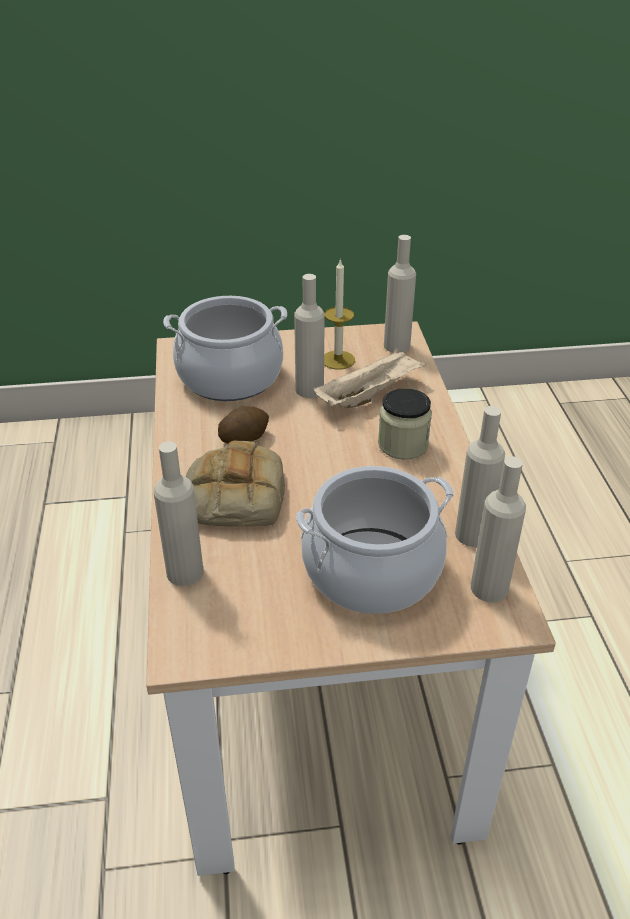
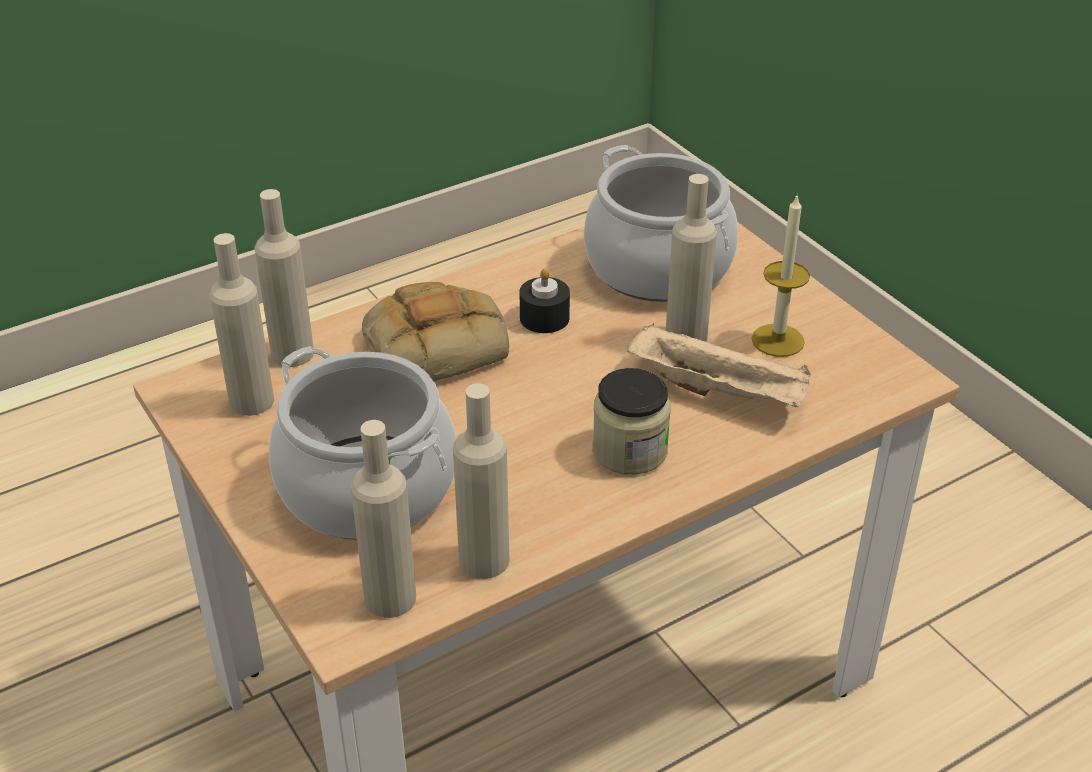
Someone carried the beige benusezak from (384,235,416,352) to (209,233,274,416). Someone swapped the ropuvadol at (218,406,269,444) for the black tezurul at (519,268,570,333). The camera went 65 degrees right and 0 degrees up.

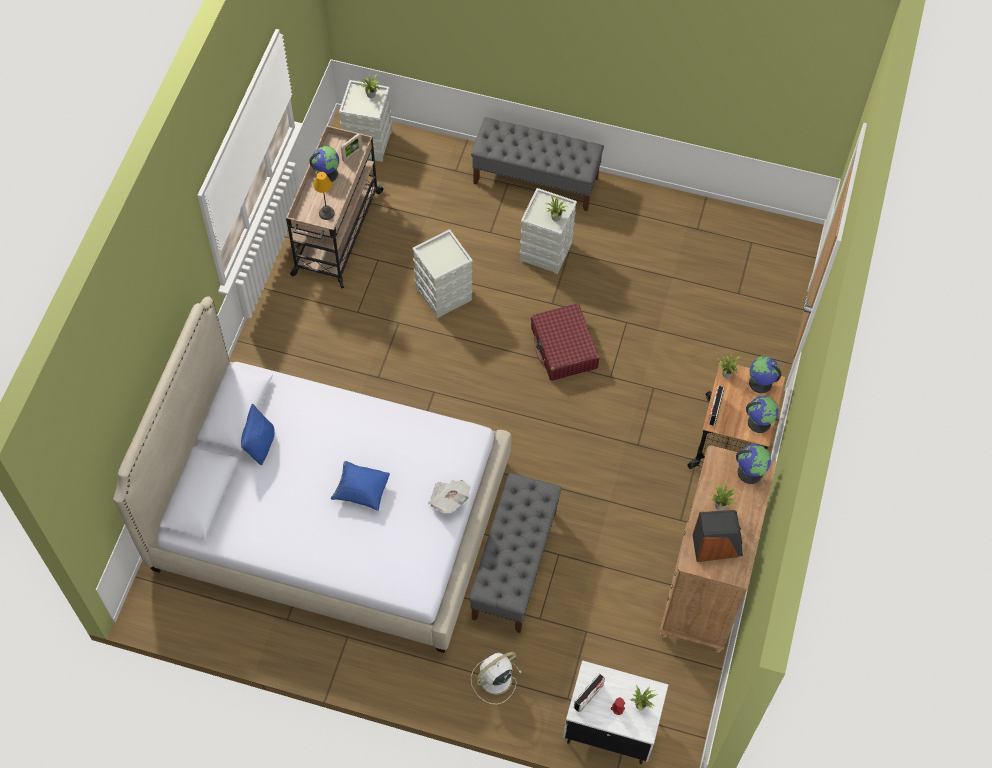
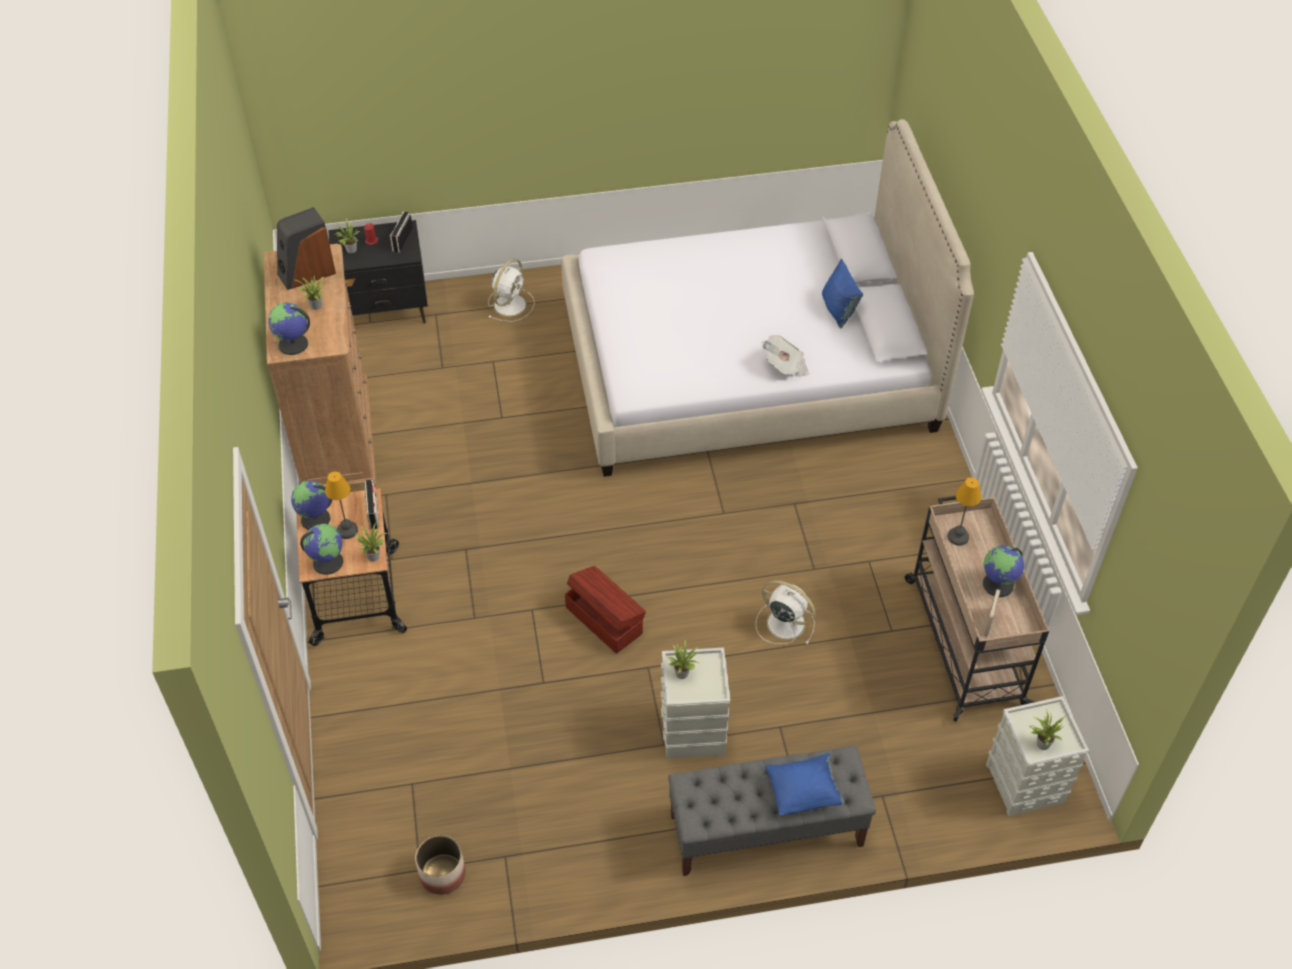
Someone swapped the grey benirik at (412,229,473,318) for the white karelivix at (755,580,815,644). Someone swapped the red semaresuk at (531,304,600,381) for the brown benirik at (565,566,646,654). Someone carried the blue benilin from (331,461,390,511) to (765,753,844,816). Someone took away the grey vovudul at (469,473,562,633). Someone carried the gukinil from (428,480,471,513) to (762,335,809,376). Someone repainted the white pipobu at (563,660,668,765), which became the black pipobu at (328,220,428,323). Someone put down the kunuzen at (325,472,358,539). Someone put down the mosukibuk at (415,835,466,895). The camera went 155 degrees right and 10 degrees down.

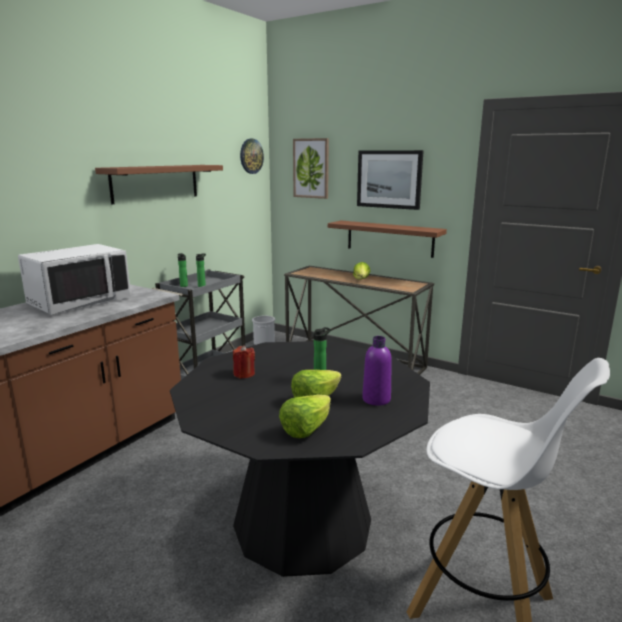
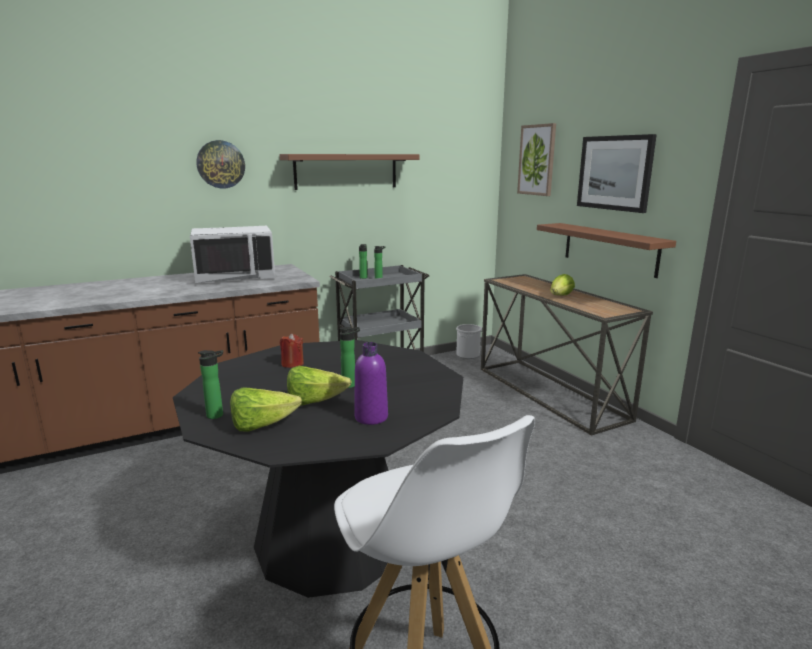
Someone carried the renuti from (240,139,264,174) to (196,140,245,189). Someone put down the benusezak at (198,350,223,419). The camera went 30 degrees right and 0 degrees up.

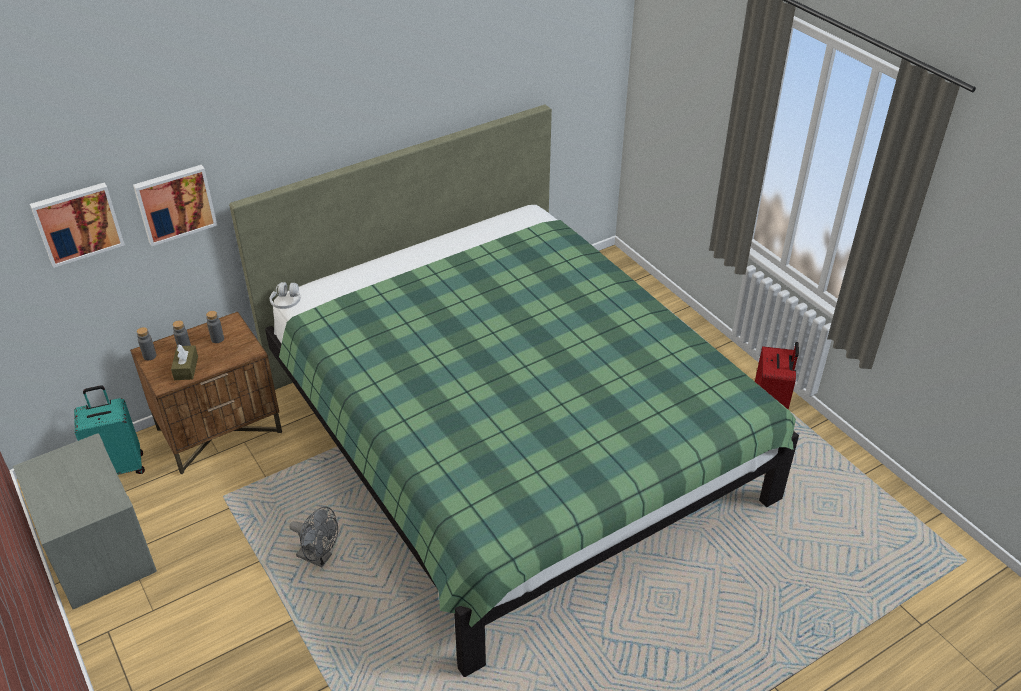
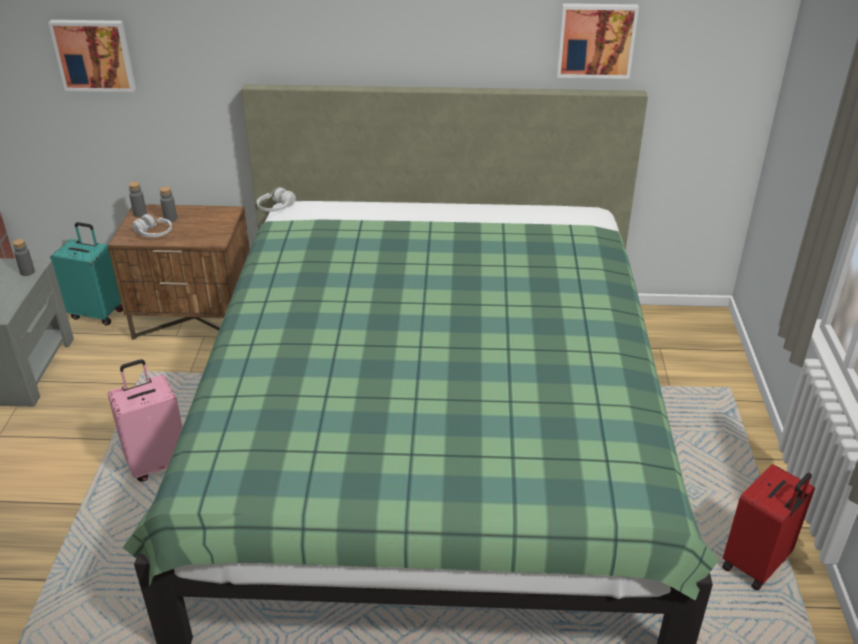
Someone carried the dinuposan from (133,165,217,246) to (557,3,639,79). Someone carried the grey benusezak from (206,311,224,343) to (13,239,35,276). Someone swapped the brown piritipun at (171,345,198,380) for the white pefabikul at (132,214,172,237). Someone swapped the grey karelivix at (289,507,338,568) for the pink semaresuk at (108,359,183,481). The camera went 35 degrees right and 5 degrees down.

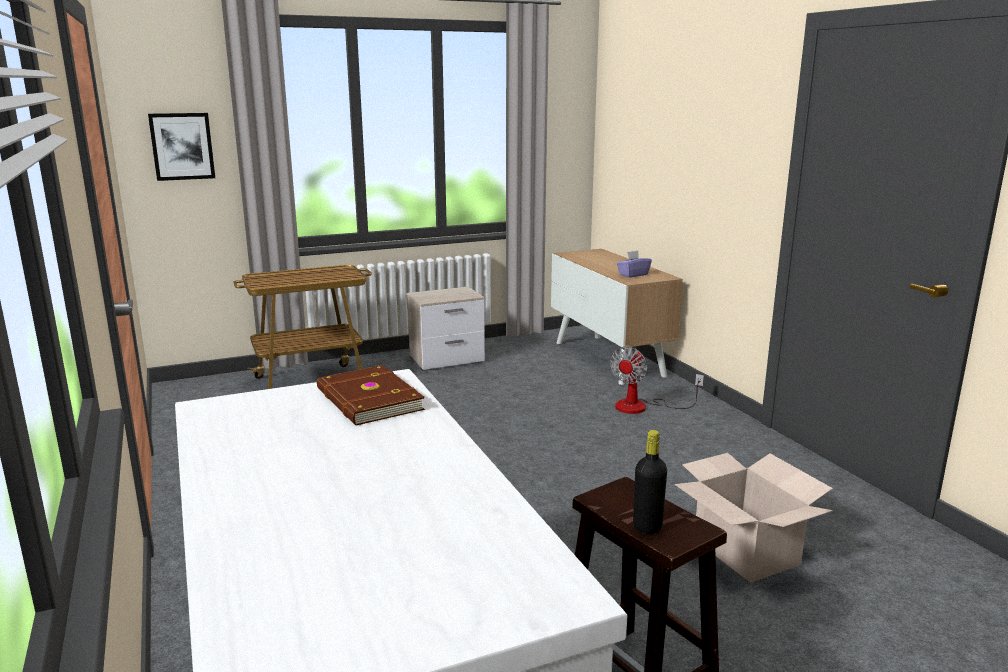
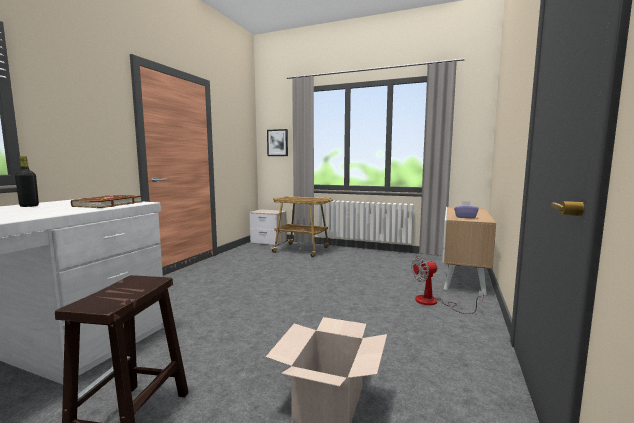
Someone carried the pipobu from (407,287,485,371) to (249,209,287,246). Someone carried the black benusezak from (633,430,667,534) to (15,156,39,207). The camera went 45 degrees right and 10 degrees down.

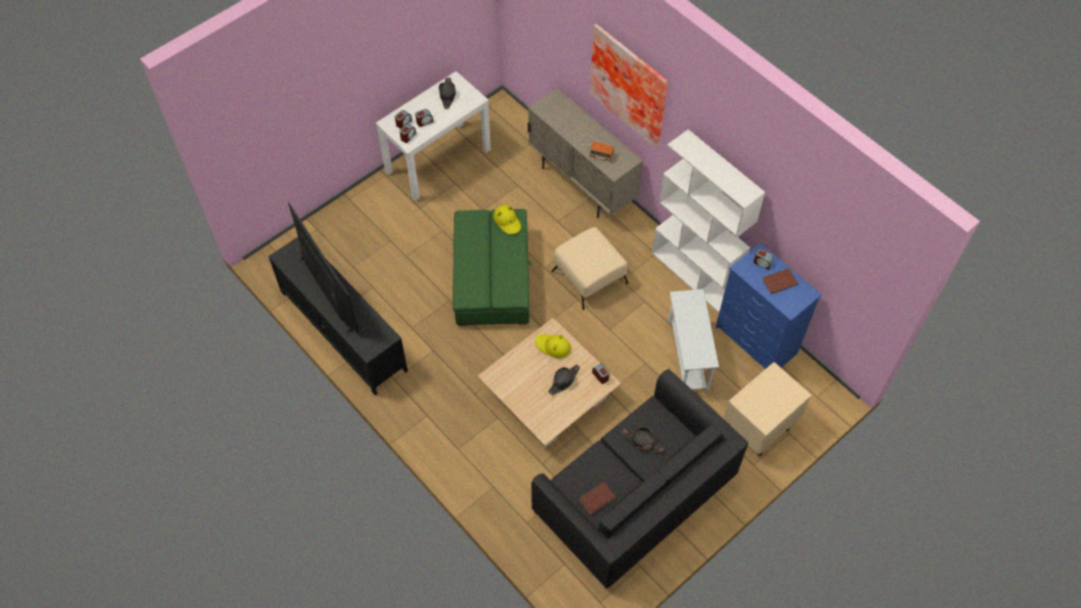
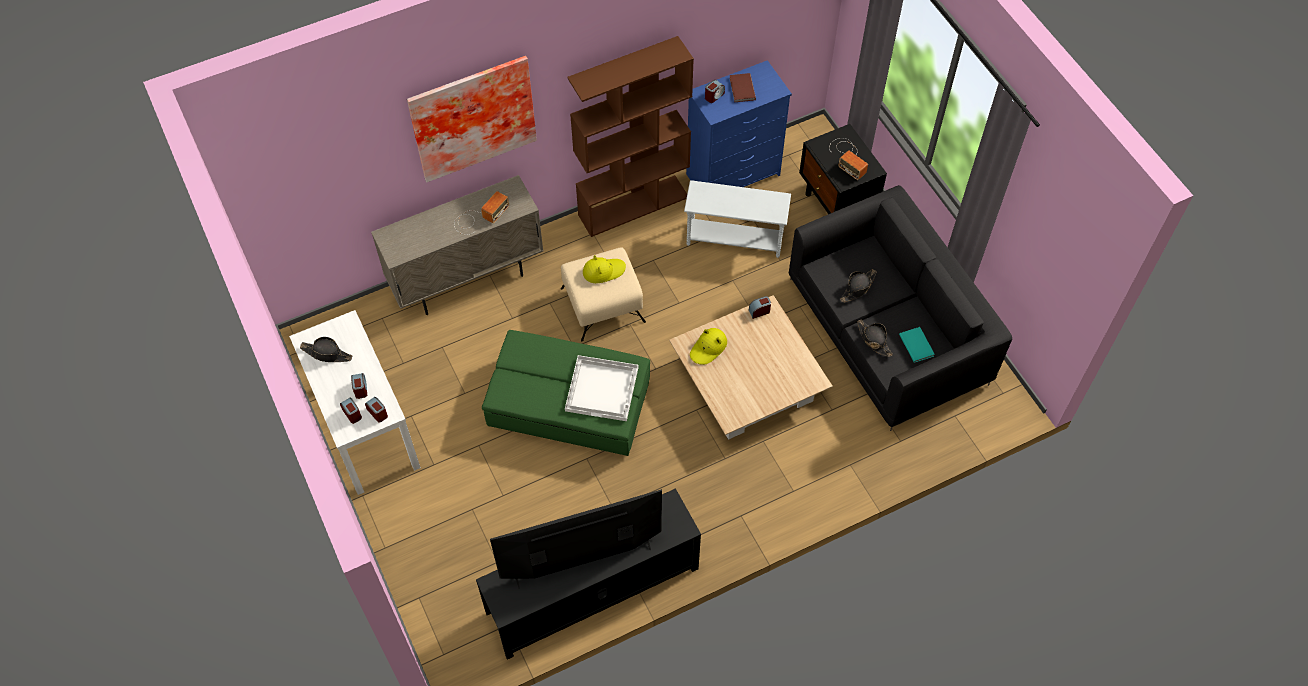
Someone repainted the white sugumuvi at (652,129,765,313), which became the brown sugumuvi at (567,36,694,237). Someone carried the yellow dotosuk from (493,205,521,234) to (583,255,626,283). Someone repainted the beige pipobu at (723,362,812,456), which became the black pipobu at (799,124,887,214). Someone carried the black dotosuk from (548,364,580,395) to (857,319,893,357). Someone repainted the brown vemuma at (579,482,616,515), which became the turquoise vemuma at (899,327,935,363). Someone put down the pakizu at (829,138,868,180). Someone put down the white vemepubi at (565,355,638,421). The camera went 75 degrees left and 0 degrees up.

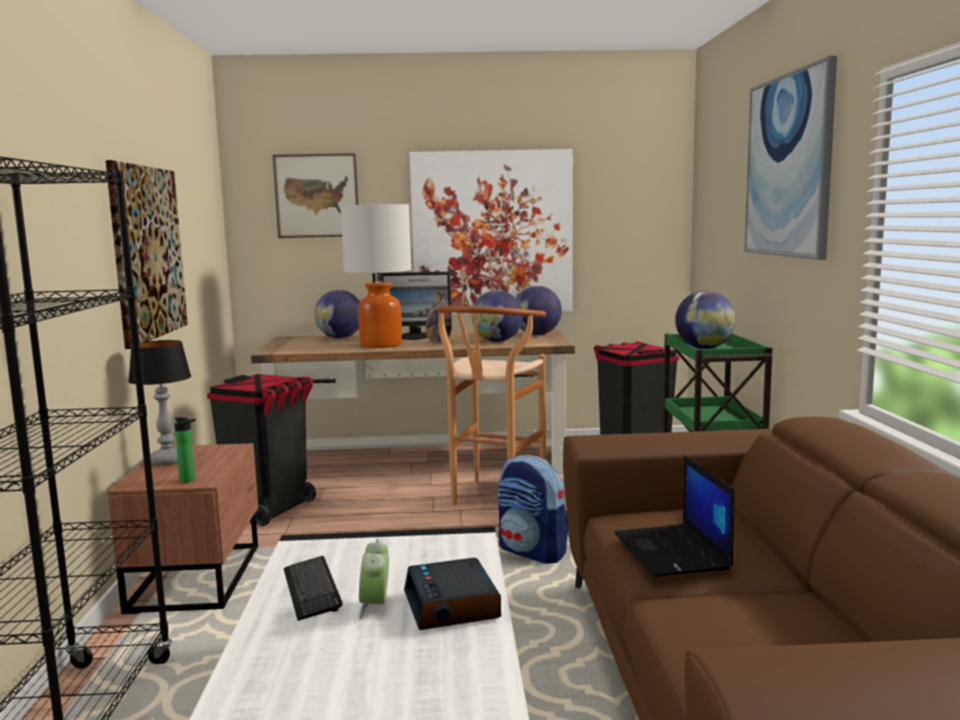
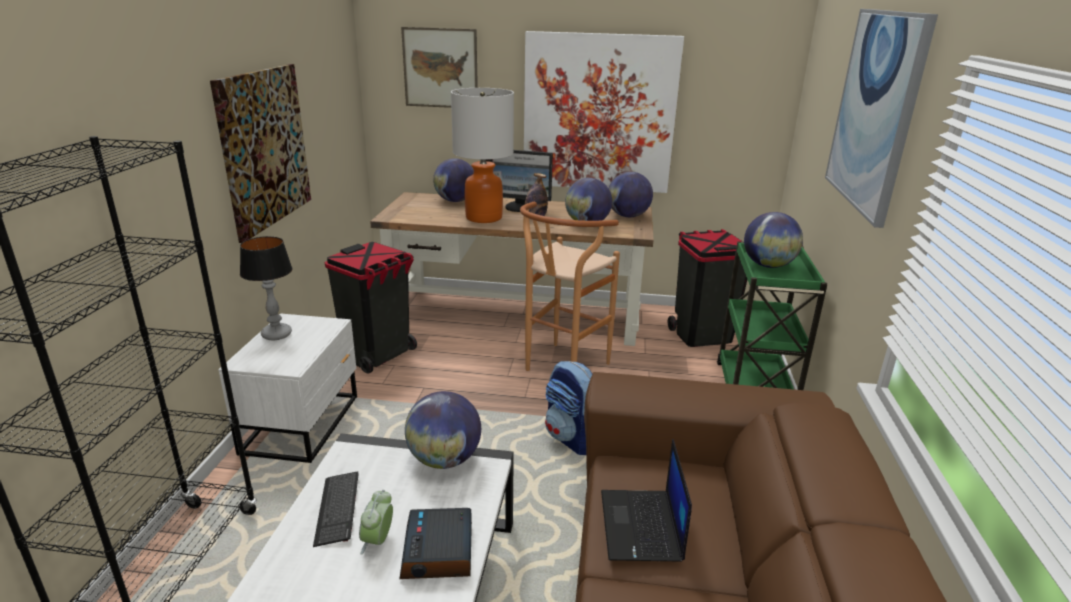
Someone took away the benusezak at (174,417,196,483). Someone repainted the brown pipobu at (108,443,258,614), which became the white pipobu at (218,313,357,463). Someone put down the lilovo at (405,391,481,469). The camera went 10 degrees right and 15 degrees up.

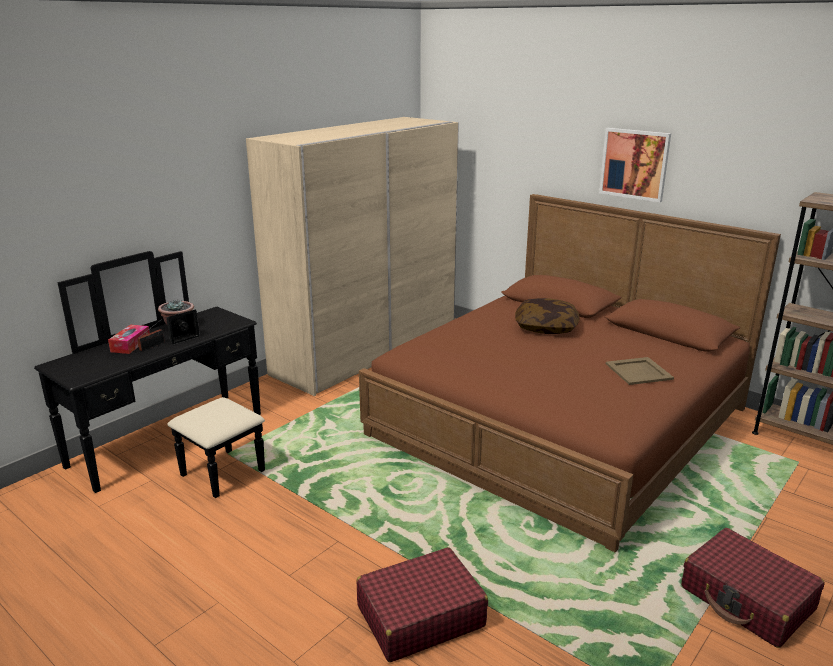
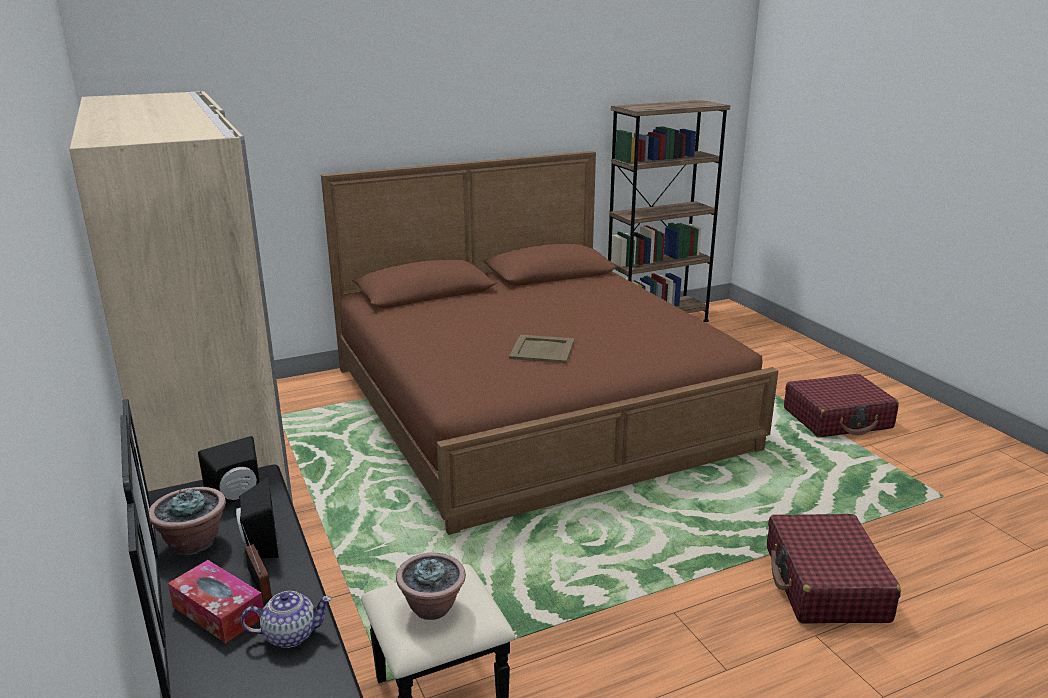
Someone took away the dinuposan at (599,128,671,202). Someone took away the benilin at (515,298,579,334). Someone carried the beige vemepubi from (606,357,674,385) to (509,334,575,363). Someone put down the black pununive at (198,436,260,505). Someone put down the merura at (396,553,466,620). Someone put down the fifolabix at (241,591,332,648). The camera went 65 degrees left and 0 degrees up.

